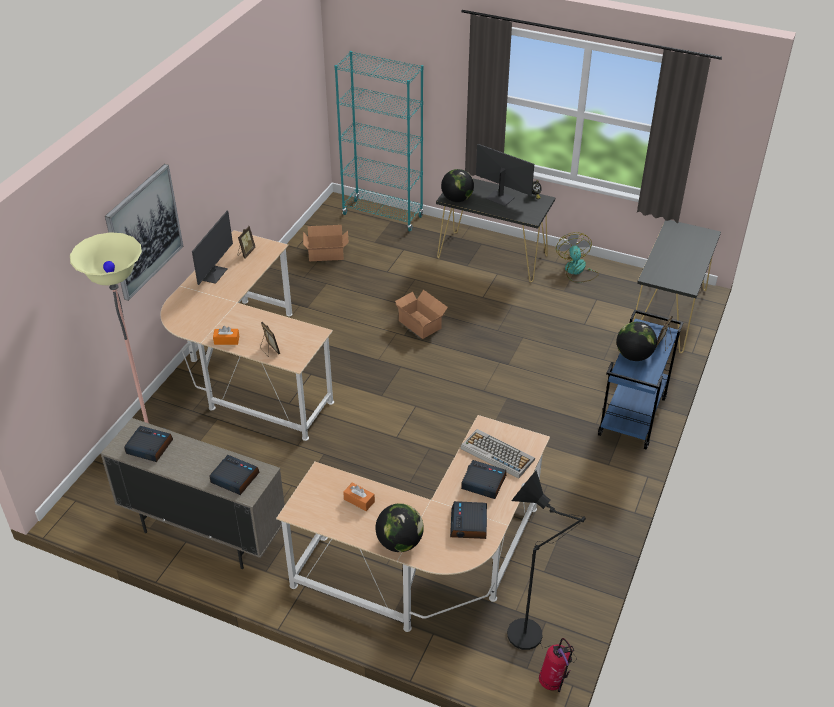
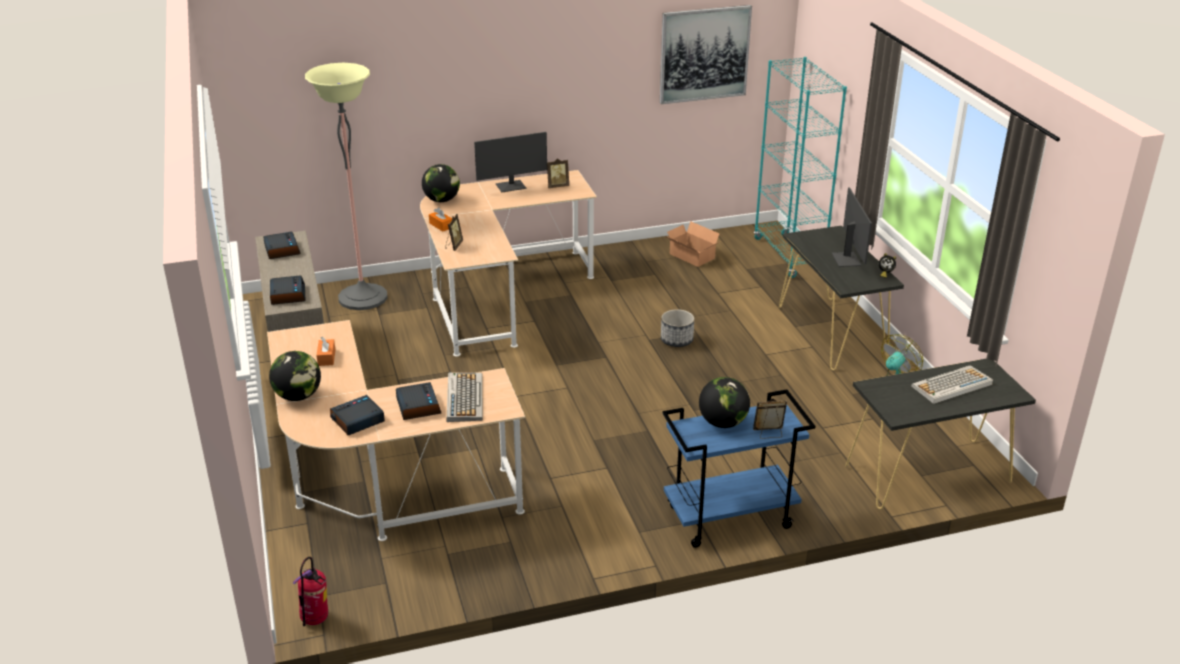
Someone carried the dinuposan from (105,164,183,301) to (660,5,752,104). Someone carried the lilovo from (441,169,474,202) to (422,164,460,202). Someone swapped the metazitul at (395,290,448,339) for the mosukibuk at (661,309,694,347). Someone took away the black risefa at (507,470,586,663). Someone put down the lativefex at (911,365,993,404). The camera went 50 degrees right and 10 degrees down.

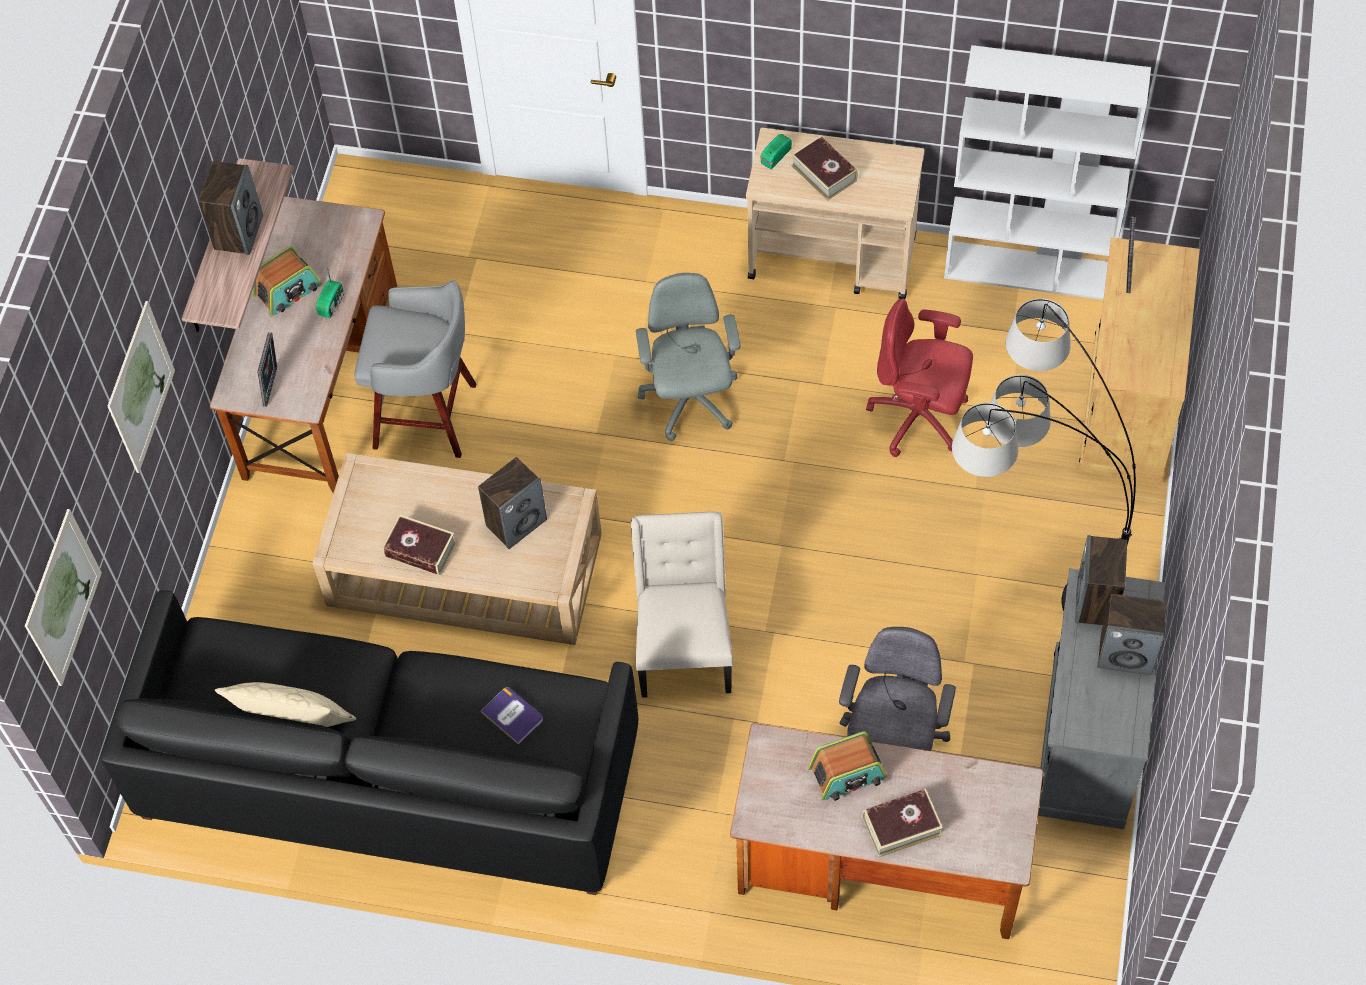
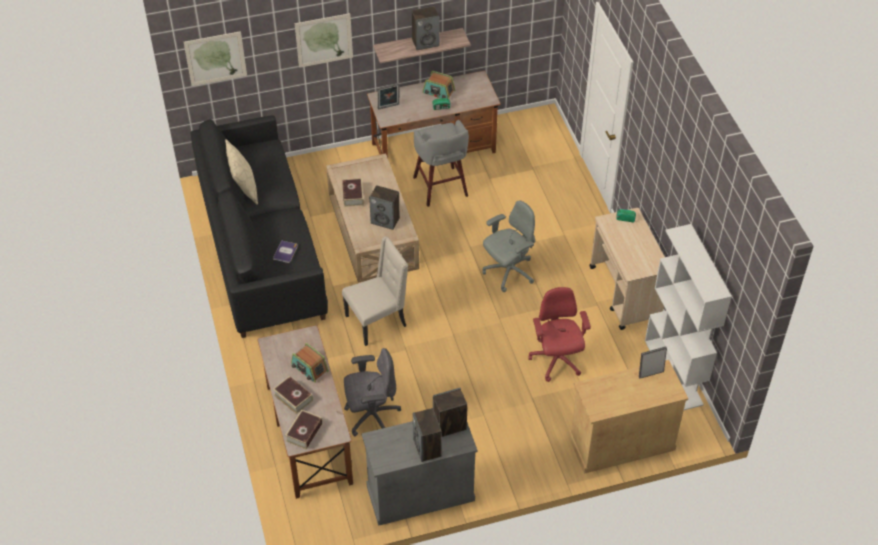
Someone carried the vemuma from (791,135,858,201) to (285,410,323,449). Someone took away the risefa at (952,298,1136,611). The camera went 60 degrees right and 10 degrees down.

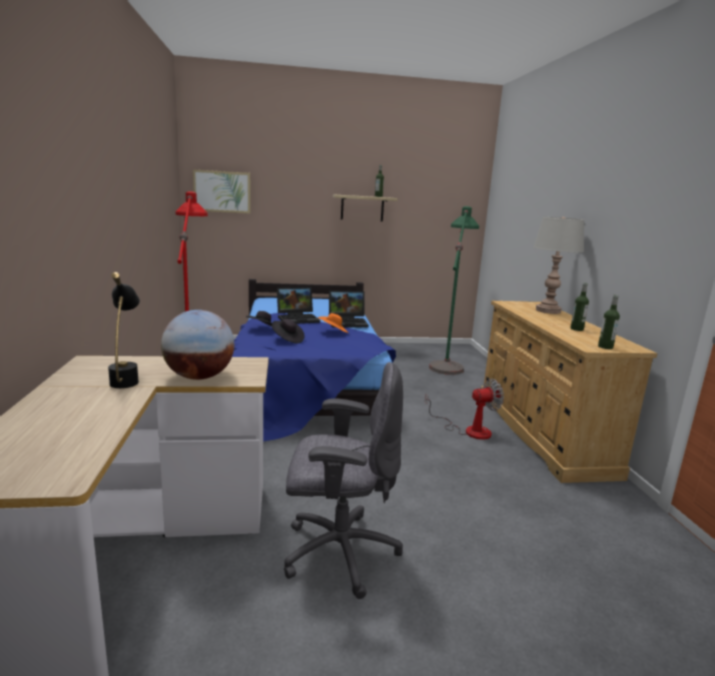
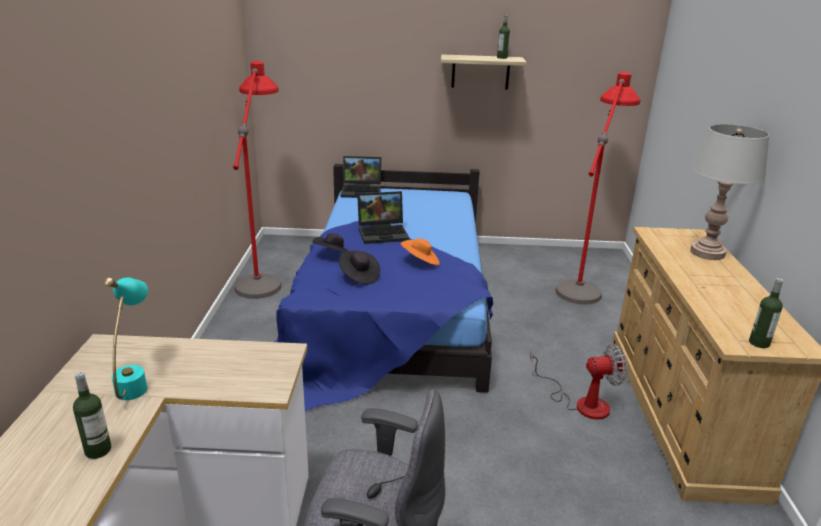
Someone took away the dinuposan at (193,169,251,214). Someone repainted the green risefa at (429,206,479,375), which became the red risefa at (556,72,640,305). Someone repainted the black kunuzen at (108,272,140,388), which became the turquoise kunuzen at (104,277,148,400). Someone carried the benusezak from (570,283,589,331) to (73,372,111,459). Someone carried the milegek from (329,290,369,328) to (341,156,381,198). Someone took away the lilovo at (161,310,234,380). The camera went 10 degrees right and 10 degrees up.

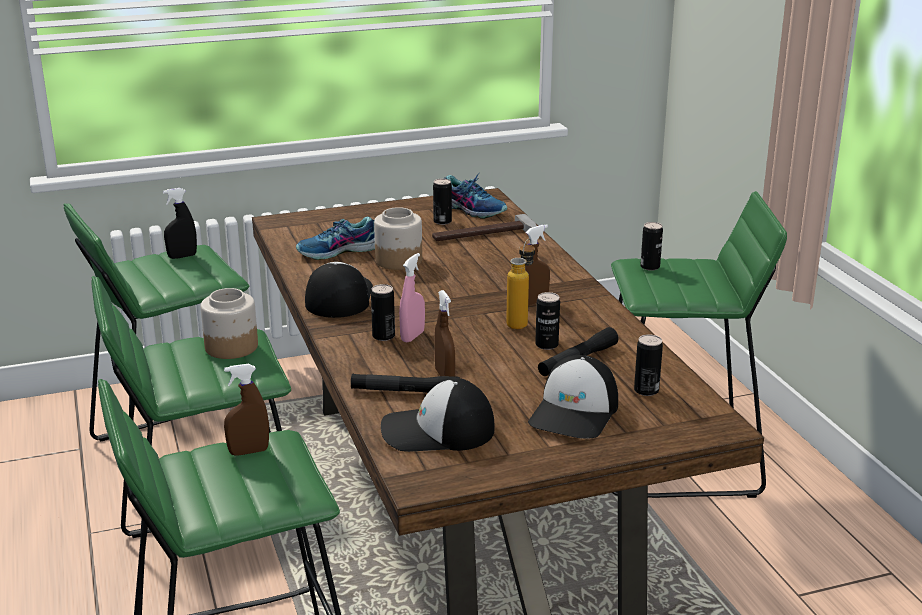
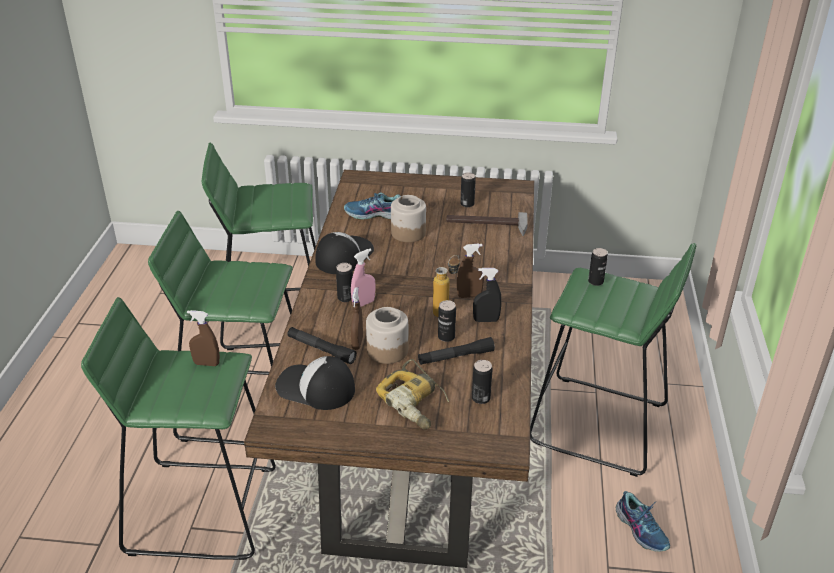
Someone carried the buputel from (444,175,507,219) to (616,491,670,552). Someone carried the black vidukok from (163,188,197,259) to (473,268,502,322). Someone carried the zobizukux from (201,288,258,359) to (366,307,408,364). Someone swapped the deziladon at (528,355,618,439) for the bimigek at (376,359,449,429). The camera went 25 degrees right and 10 degrees up.

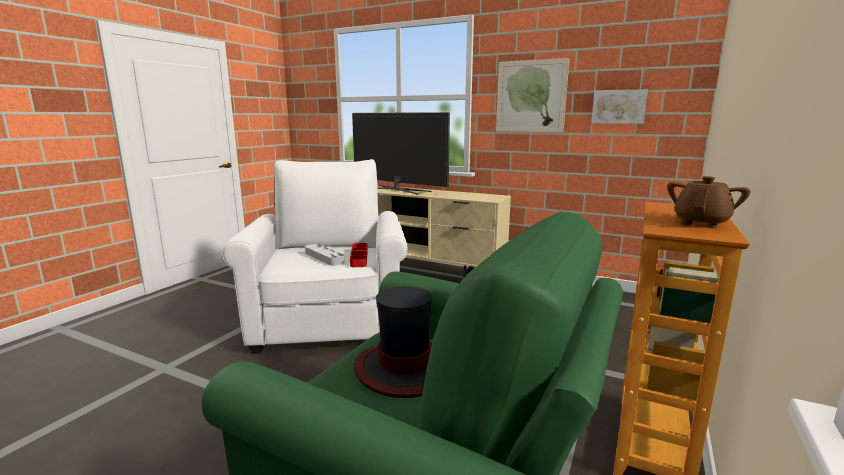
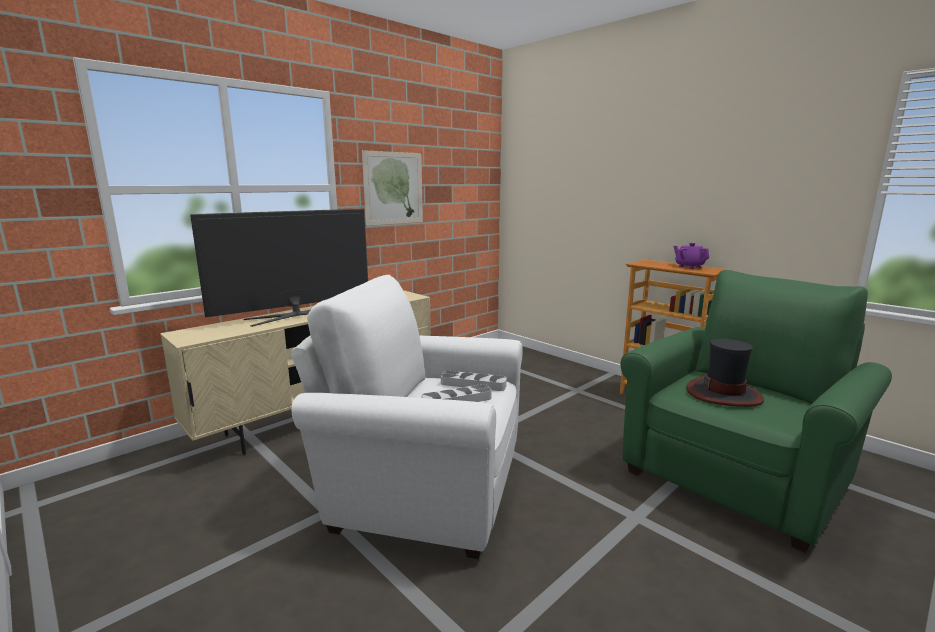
Someone took away the dinuposan at (591,89,648,124). Someone repainted the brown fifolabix at (667,176,751,228), which became the purple fifolabix at (674,243,709,269). Someone repainted the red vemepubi at (350,243,368,267), which became the grey vemepubi at (441,371,507,391). The camera went 70 degrees left and 0 degrees up.

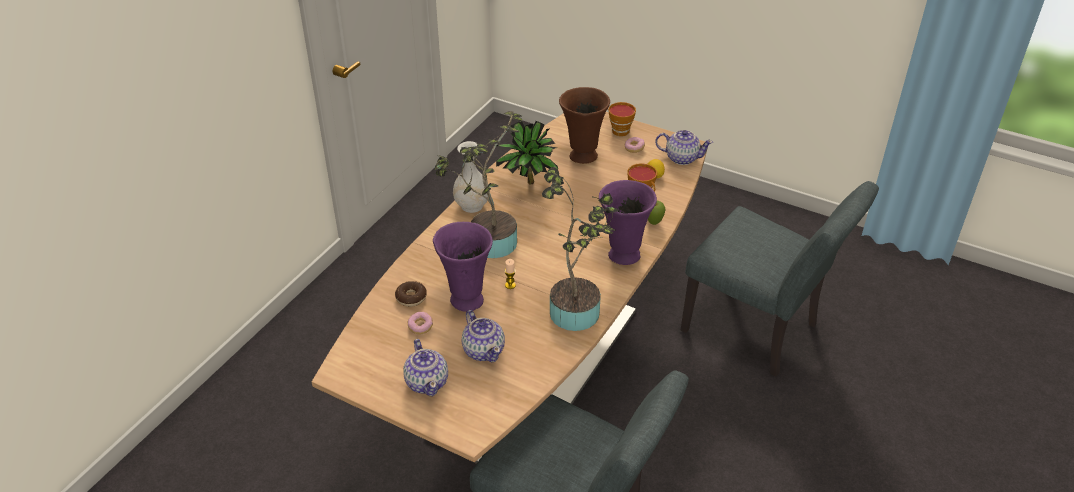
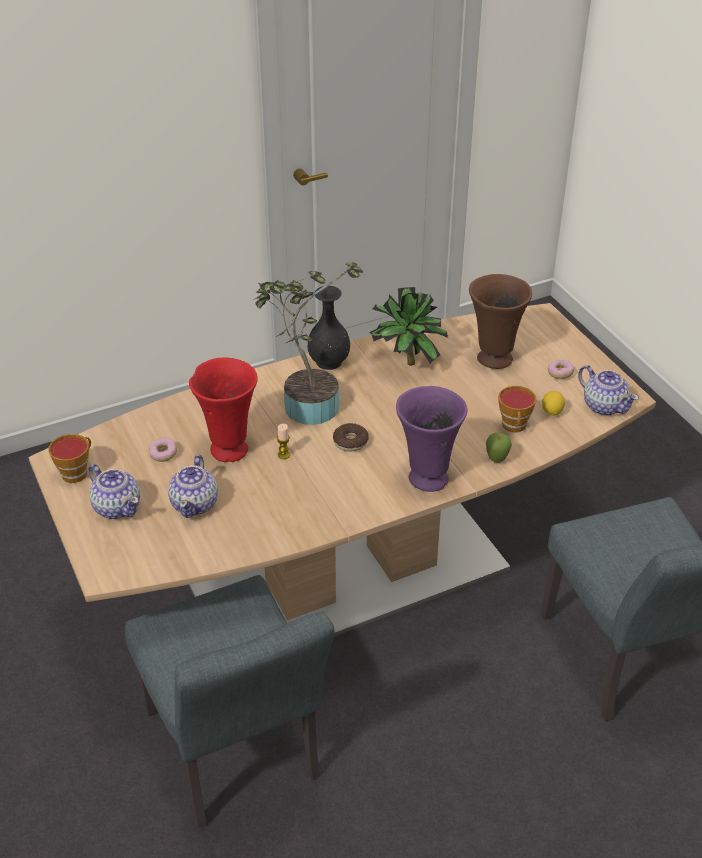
Someone carried the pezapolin from (608,102,636,136) to (48,434,91,483). Someone repainted the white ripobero at (453,141,490,213), which became the black ripobero at (307,286,350,370). Someone took away the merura at (542,167,618,331). Someone repainted the purple ripobero at (433,222,493,312), which became the red ripobero at (189,357,258,462). Someone carried the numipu from (395,281,427,307) to (333,423,369,451). Someone rotated the fifolabix at (403,339,448,396) by 60 degrees counterclockwise. The camera went 35 degrees right and 0 degrees up.

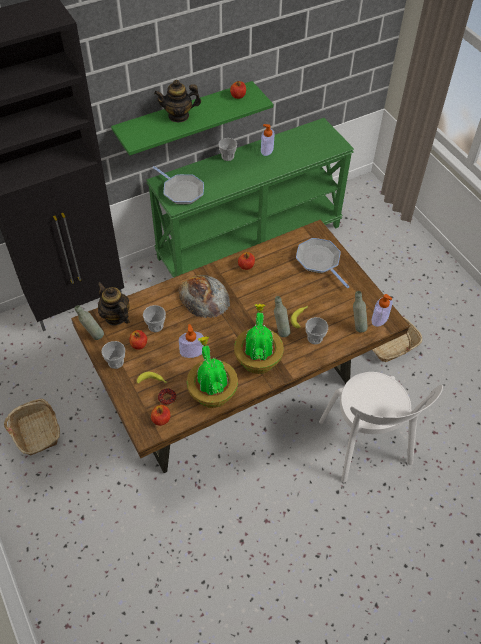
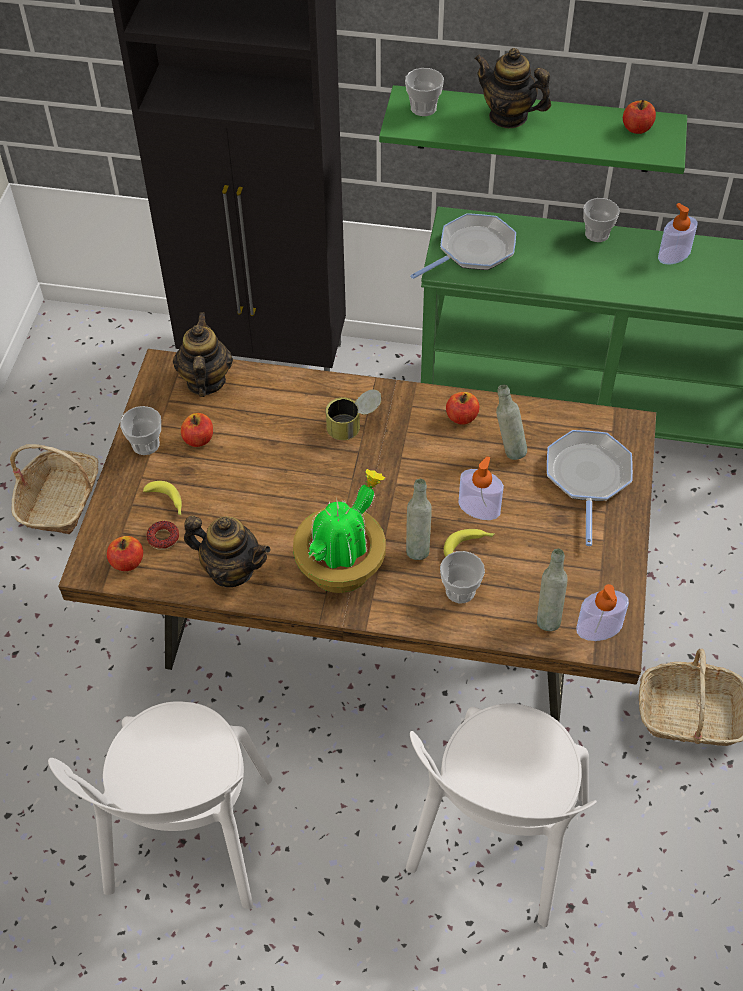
Someone rotated the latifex at (152,166,204,204) by 120 degrees counterclockwise. Someone swapped the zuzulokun at (179,275,230,318) for the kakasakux at (325,389,381,440). Someone carried the grey benusezak from (75,305,104,340) to (496,385,527,460). Someone carried the pezapolin from (143,305,166,332) to (405,68,444,116). Someone carried the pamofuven from (179,324,204,358) to (458,456,504,520). Someone swapped the merura at (187,336,238,408) for the fifolabix at (184,516,271,587). Someone put down the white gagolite at (48,701,272,909). The camera went 40 degrees right and 0 degrees up.

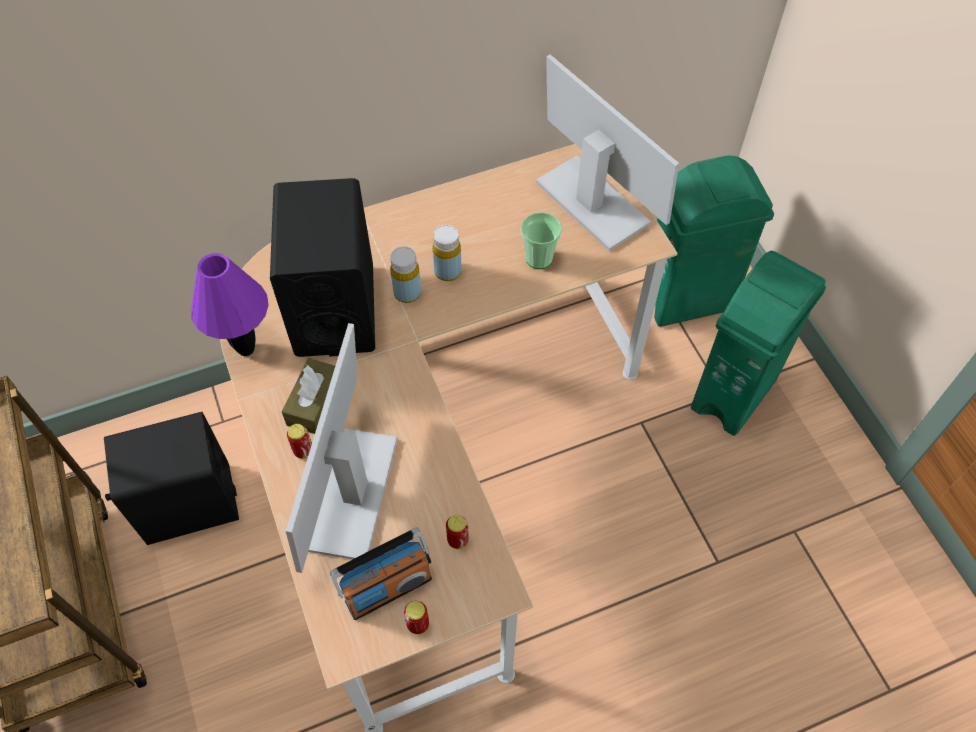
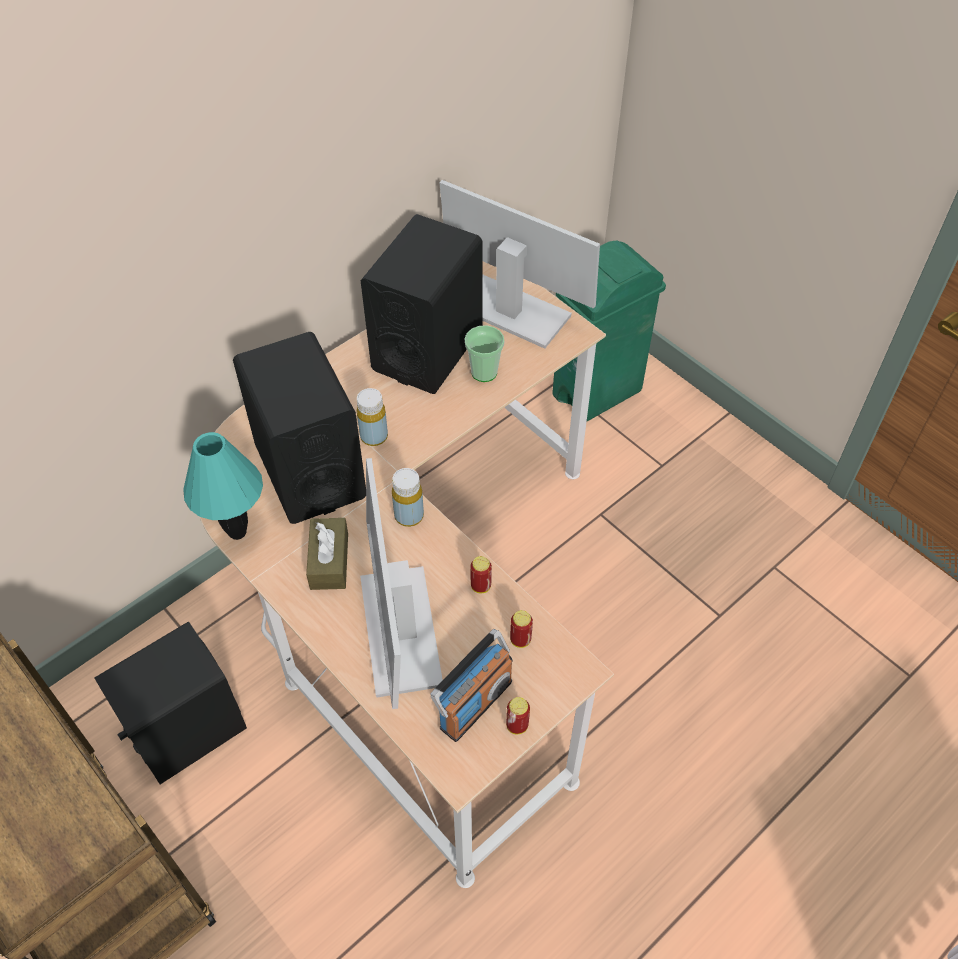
Someone carried the yellow benusezak from (432,225,462,281) to (392,468,424,527). Someone took away the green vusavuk at (691,251,826,436). Someone repainted the purple kunuzen at (191,253,269,356), which became the turquoise kunuzen at (183,432,263,540). Someone carried the kakasakux from (287,424,312,459) to (470,556,492,593). Someone put down the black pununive at (361,214,482,394). The camera went 20 degrees left and 5 degrees down.

